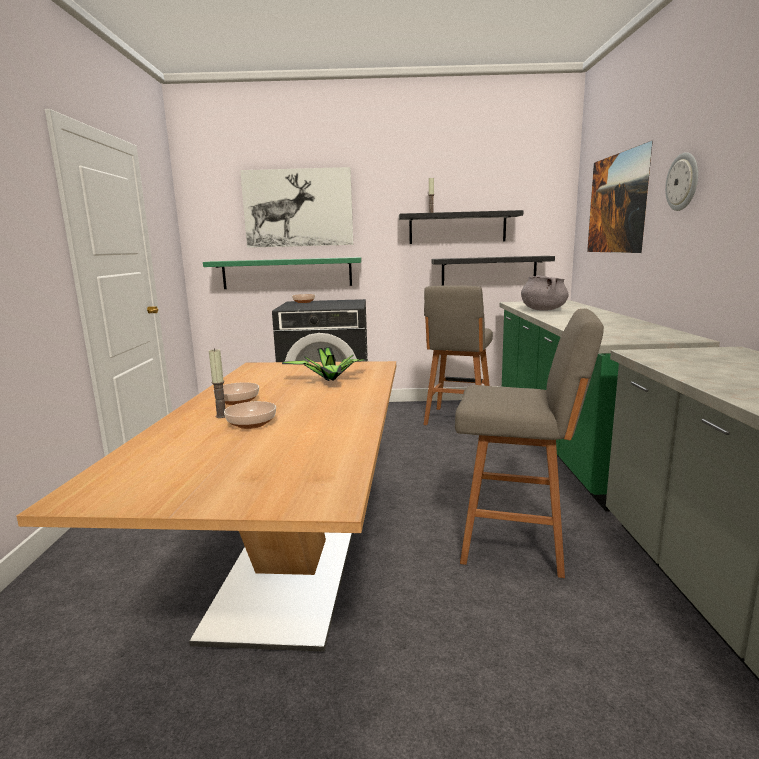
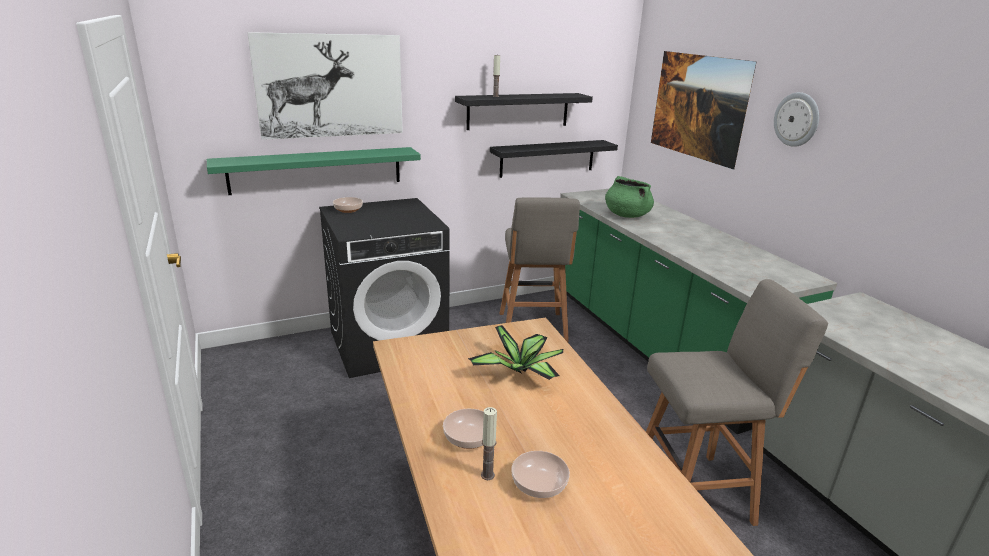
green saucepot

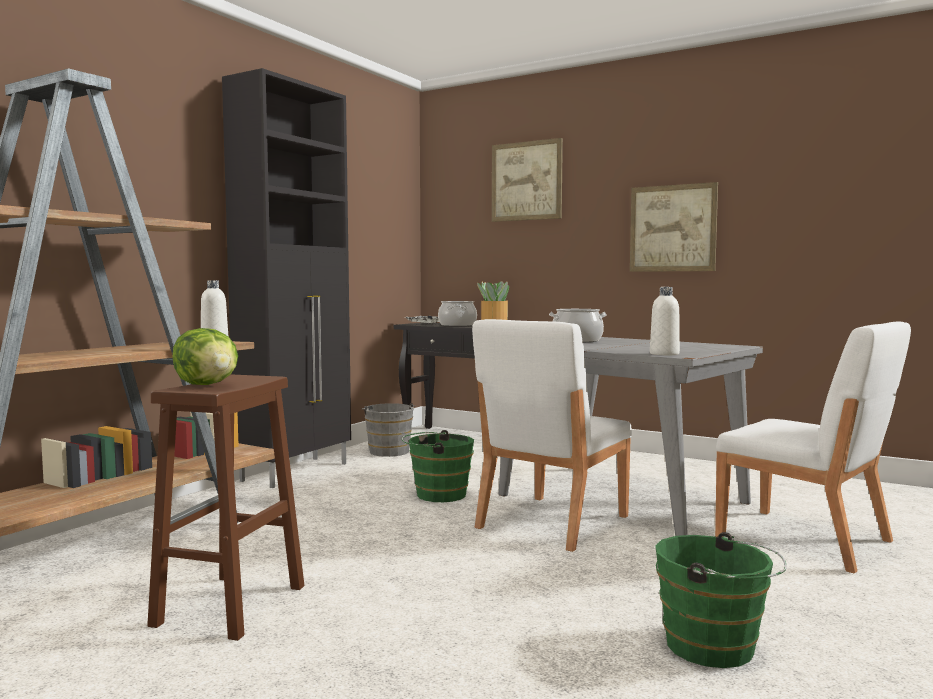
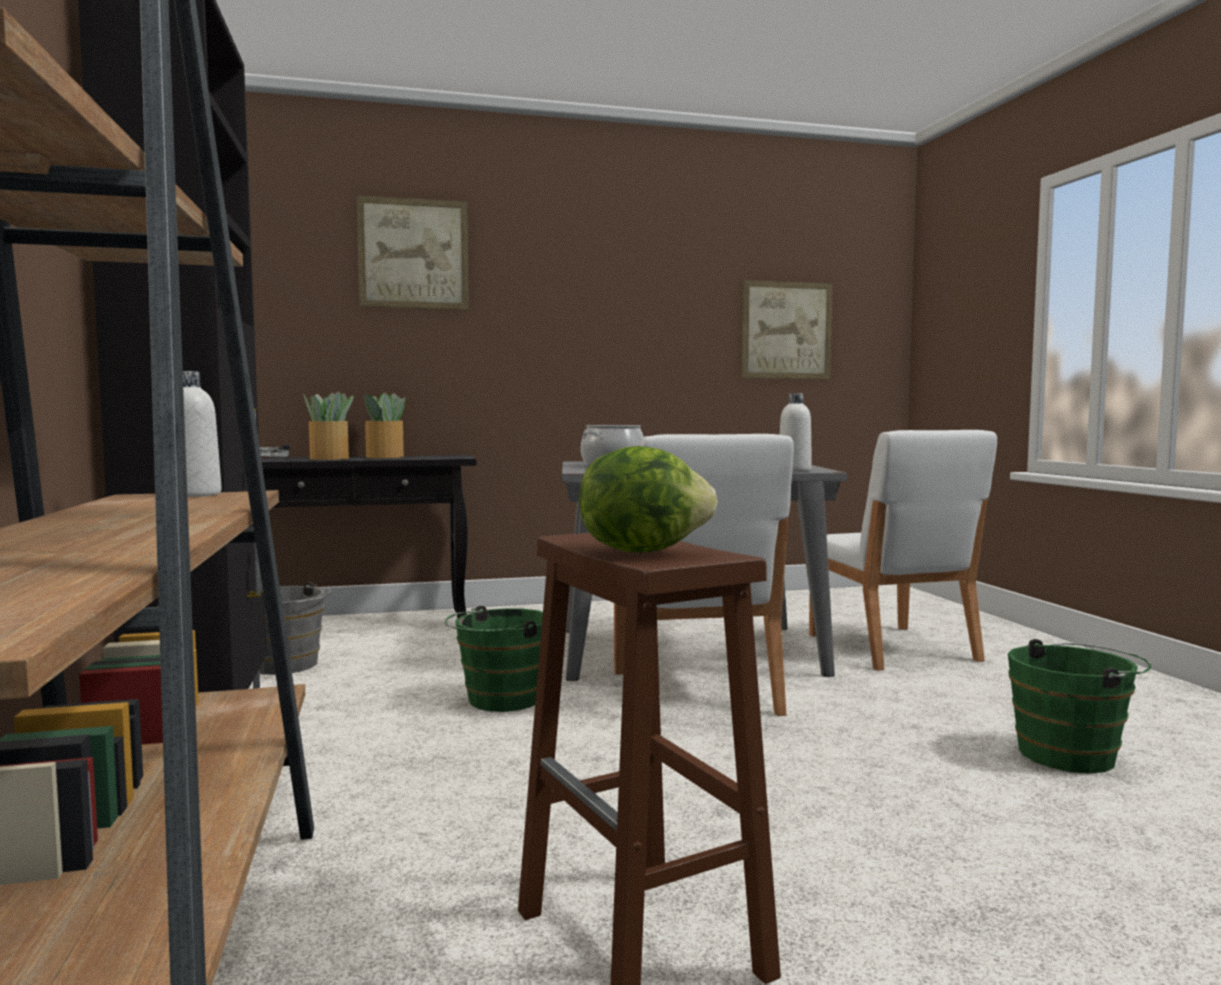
wall art (2nd from left)
plant in a pot (1st from left)
white upright chair (2nd from left)

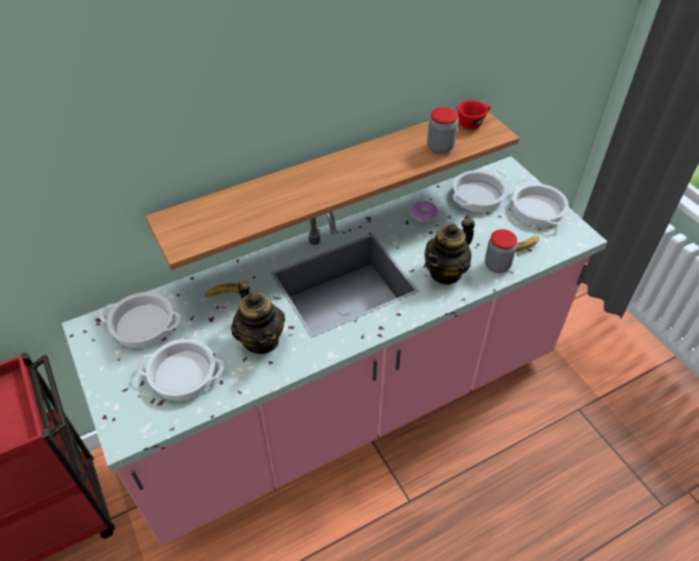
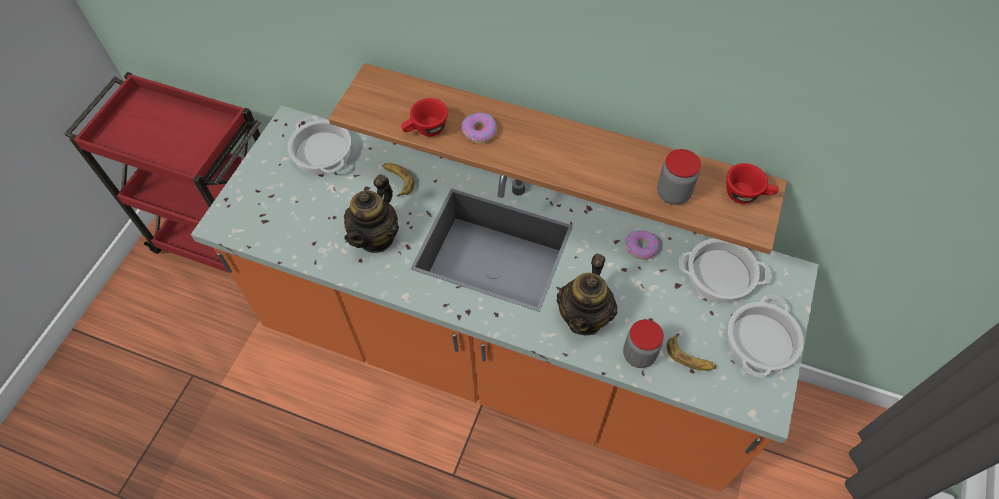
saucepot (2nd from left in the first image)
reddish drinking cup (1st from left)
ring doughnut (1st from left)
orangey counter
teapot (2nd from left)

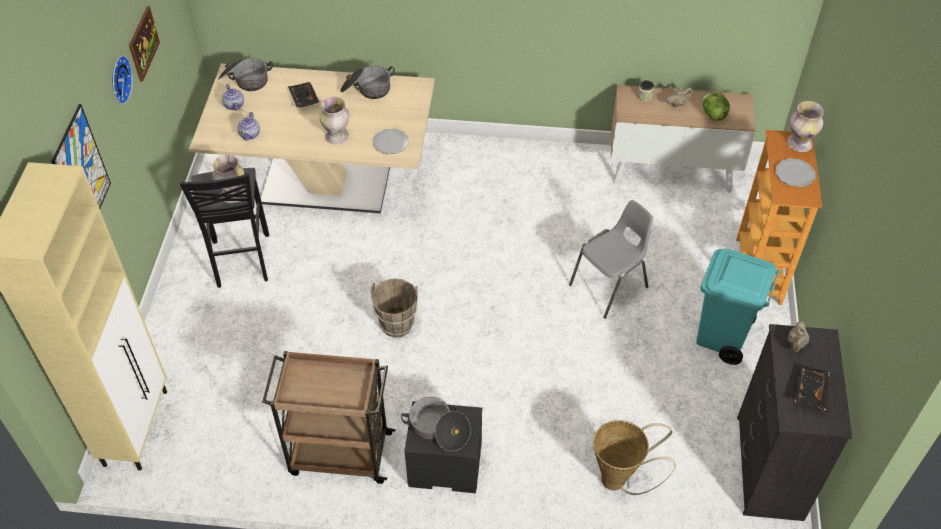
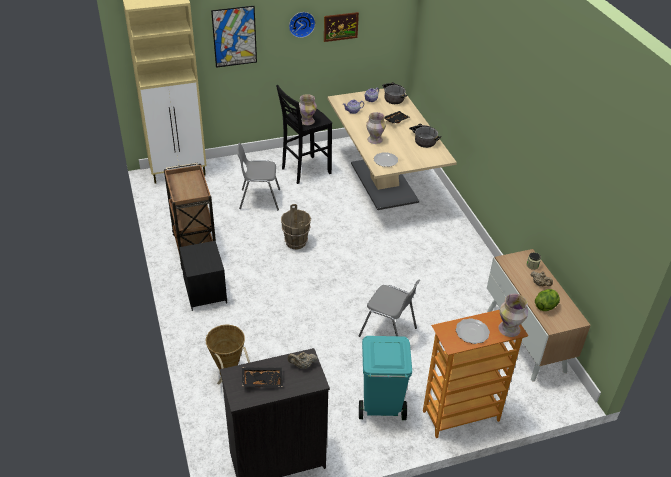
saucepot (3rd from left in the first image)
gray upright chair (1st from left)

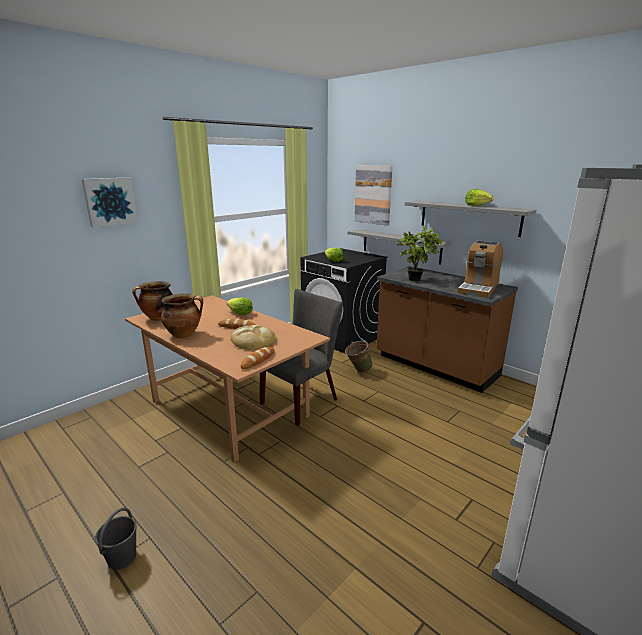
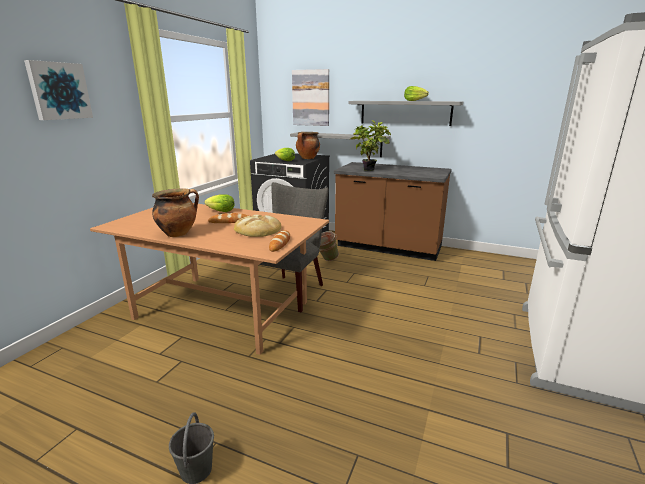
coffee machine
saucepot (2nd from left)

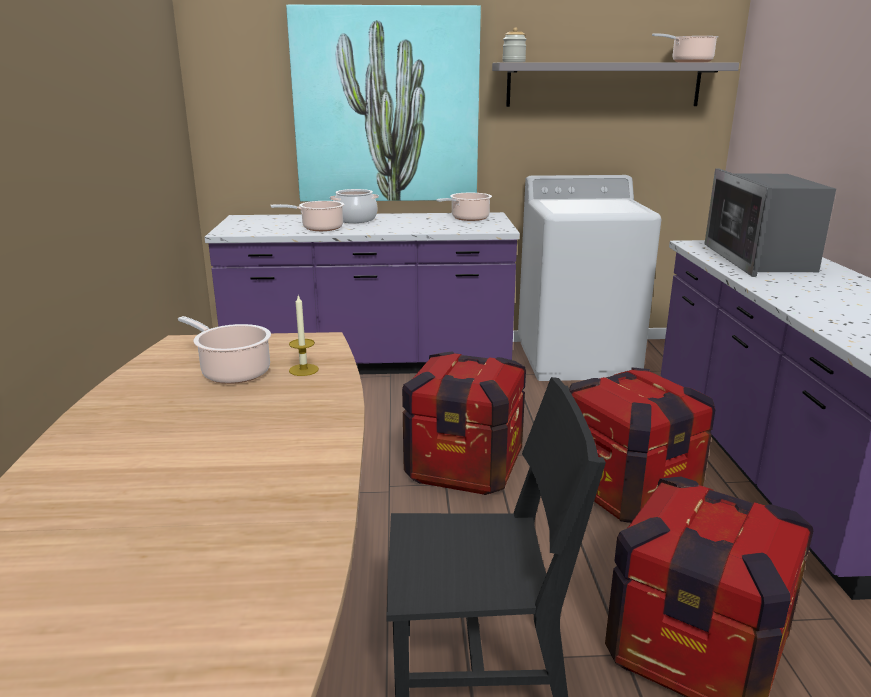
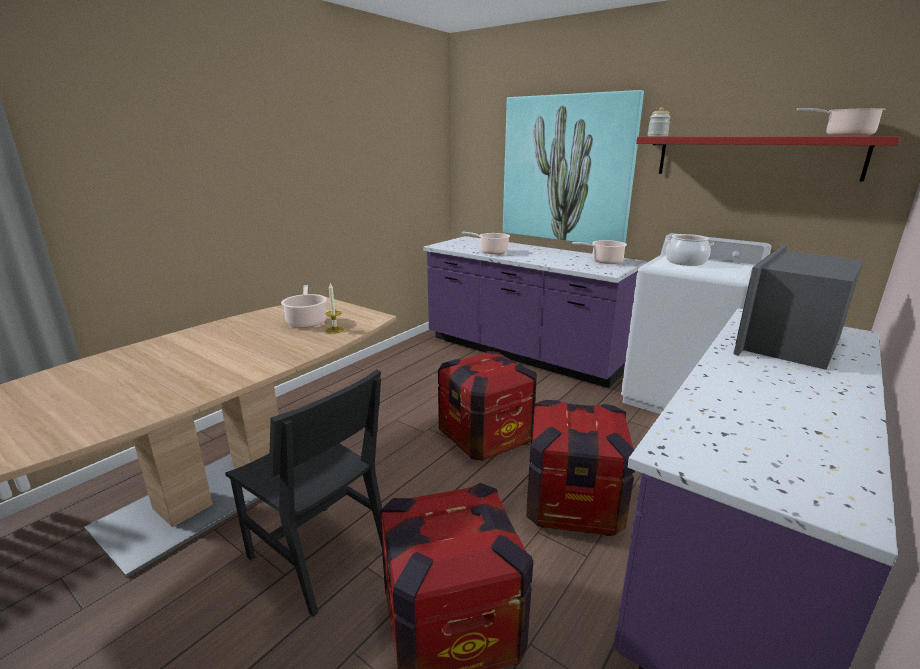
saucepot (4th from left)
reddish shelf

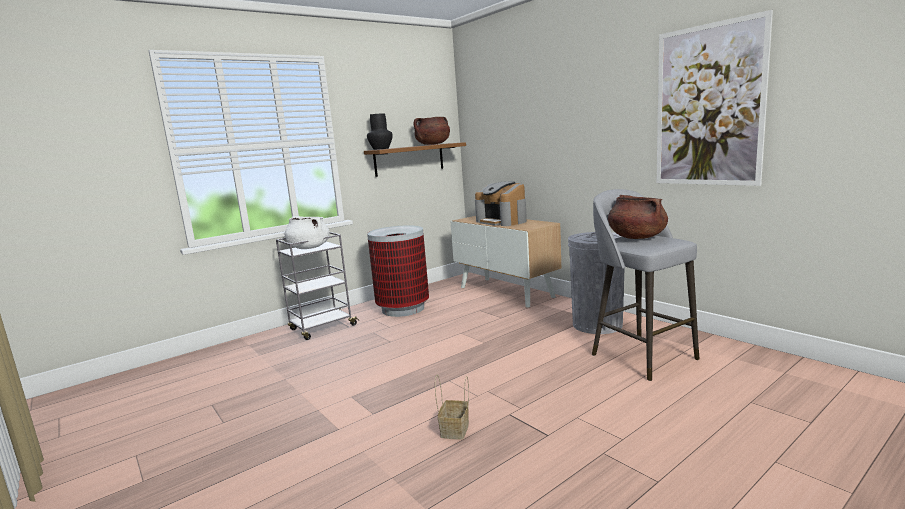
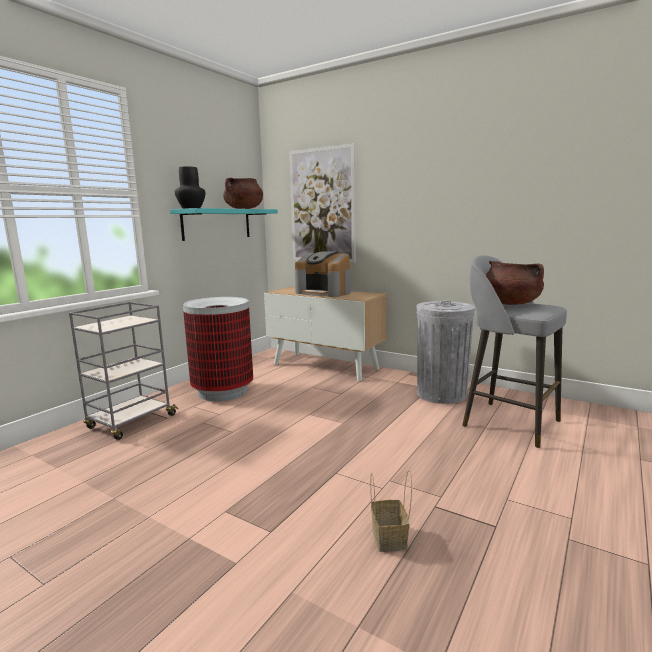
white saucepot
wall art
turquoise shelf

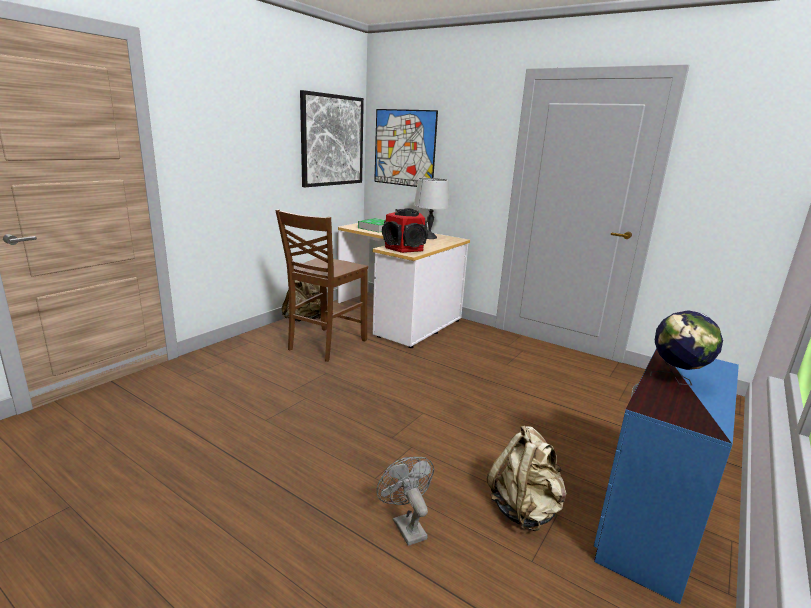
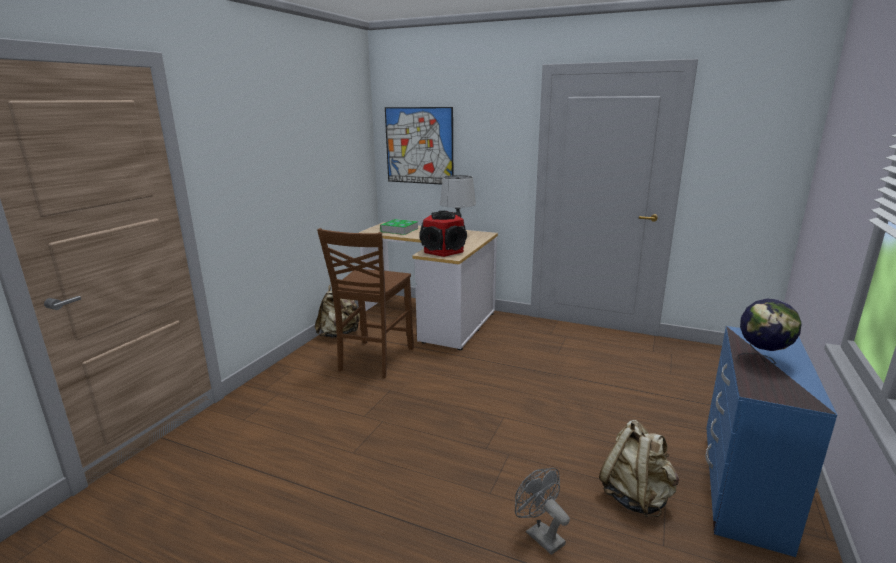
wall art (1st from left in the first image)

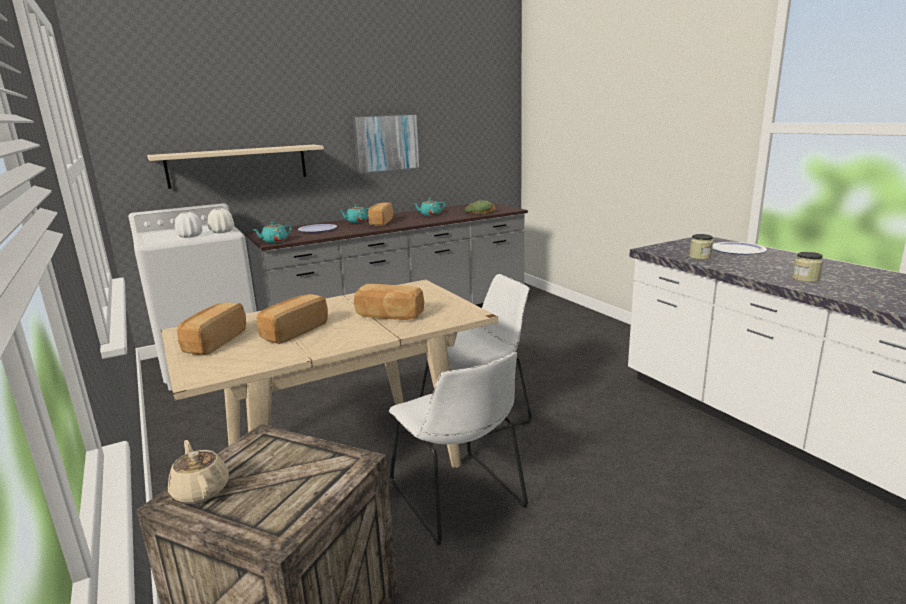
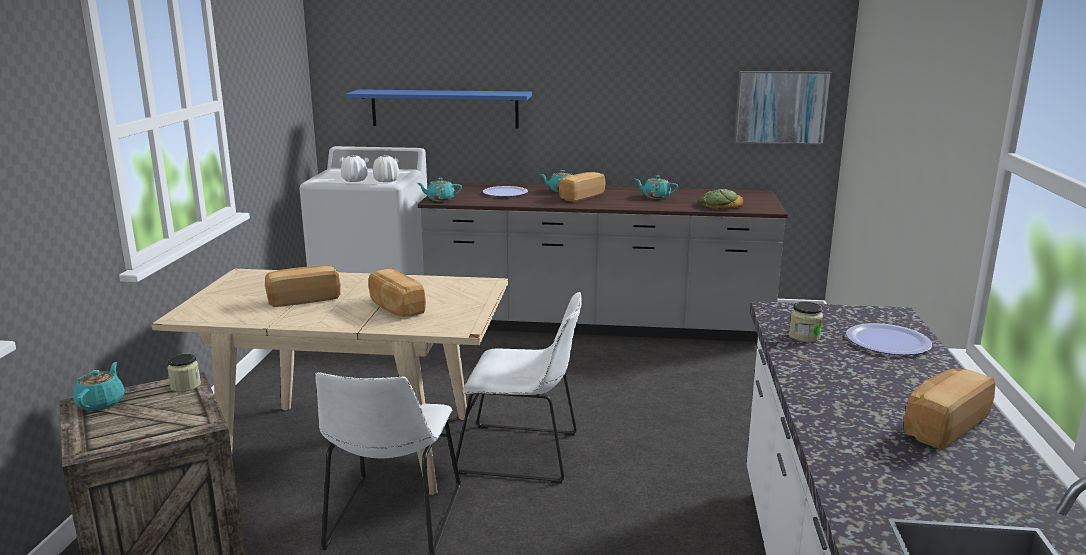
baked bread (5th from left)
wall art
preserve jar (1st from left)
bluish shelf
turquoise teapot (1st from left)

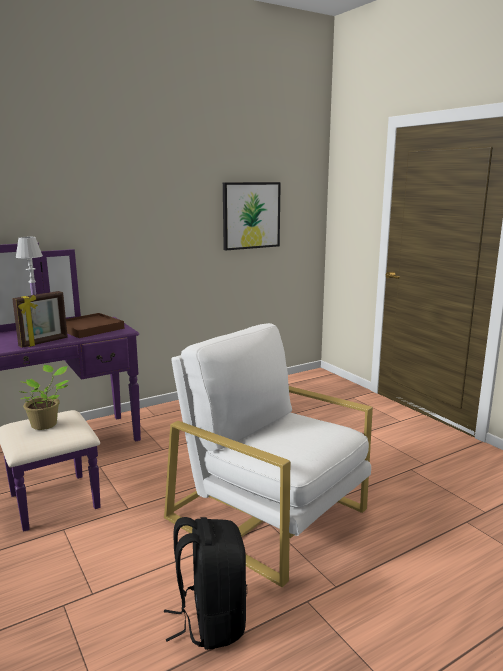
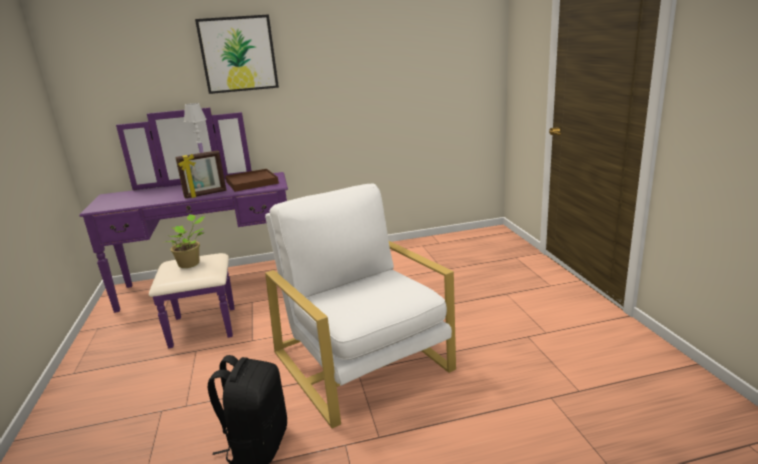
wall art

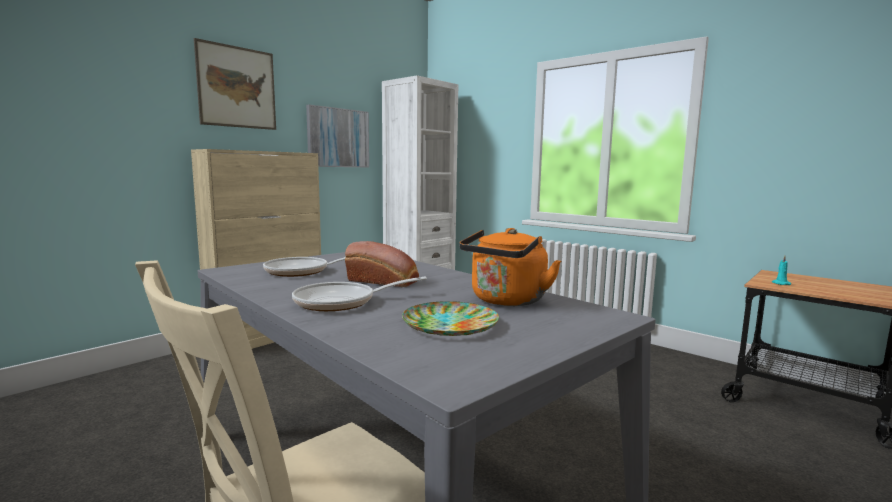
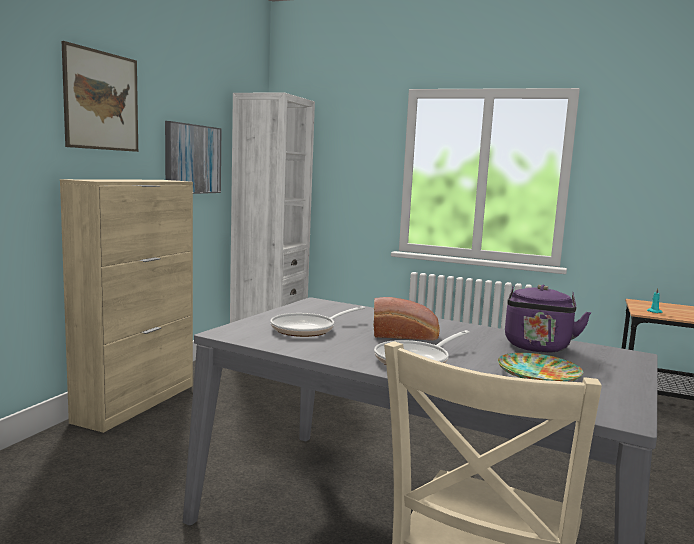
purplish water kettle

